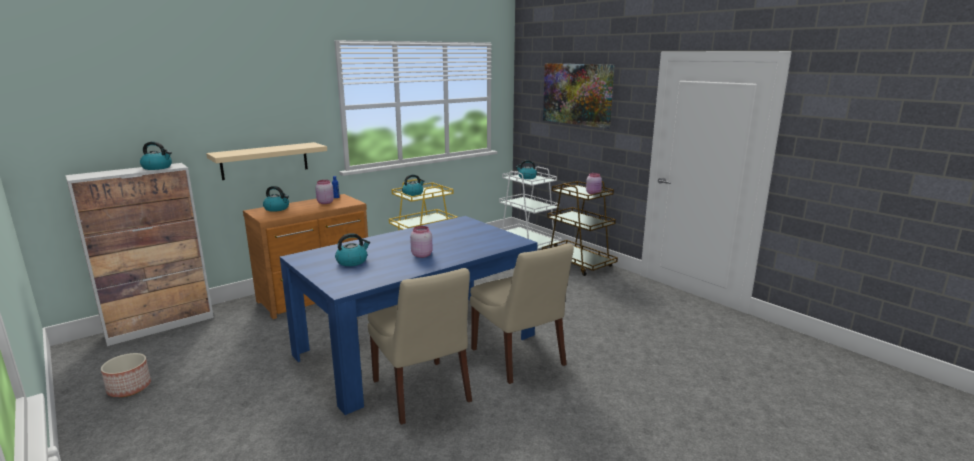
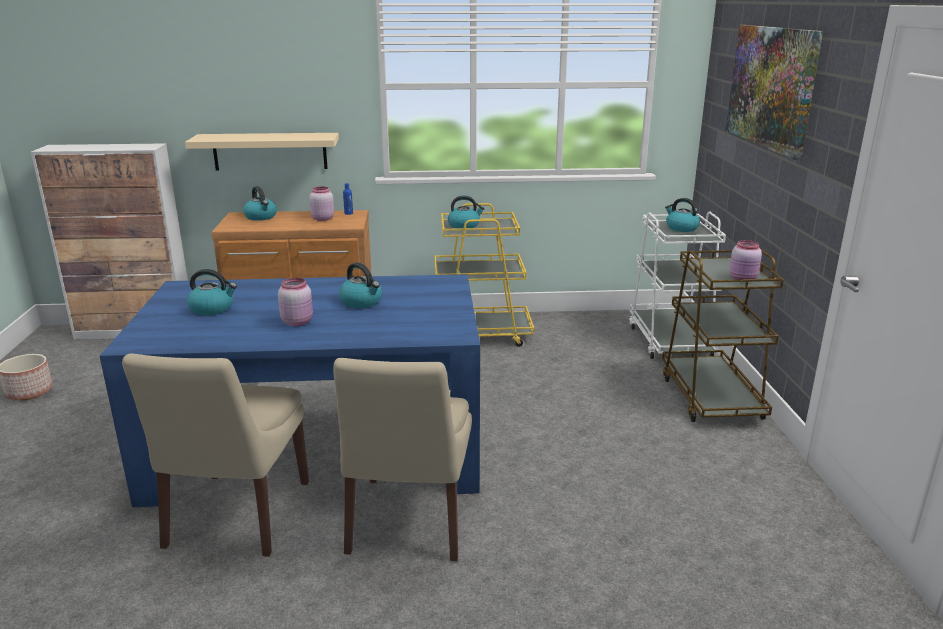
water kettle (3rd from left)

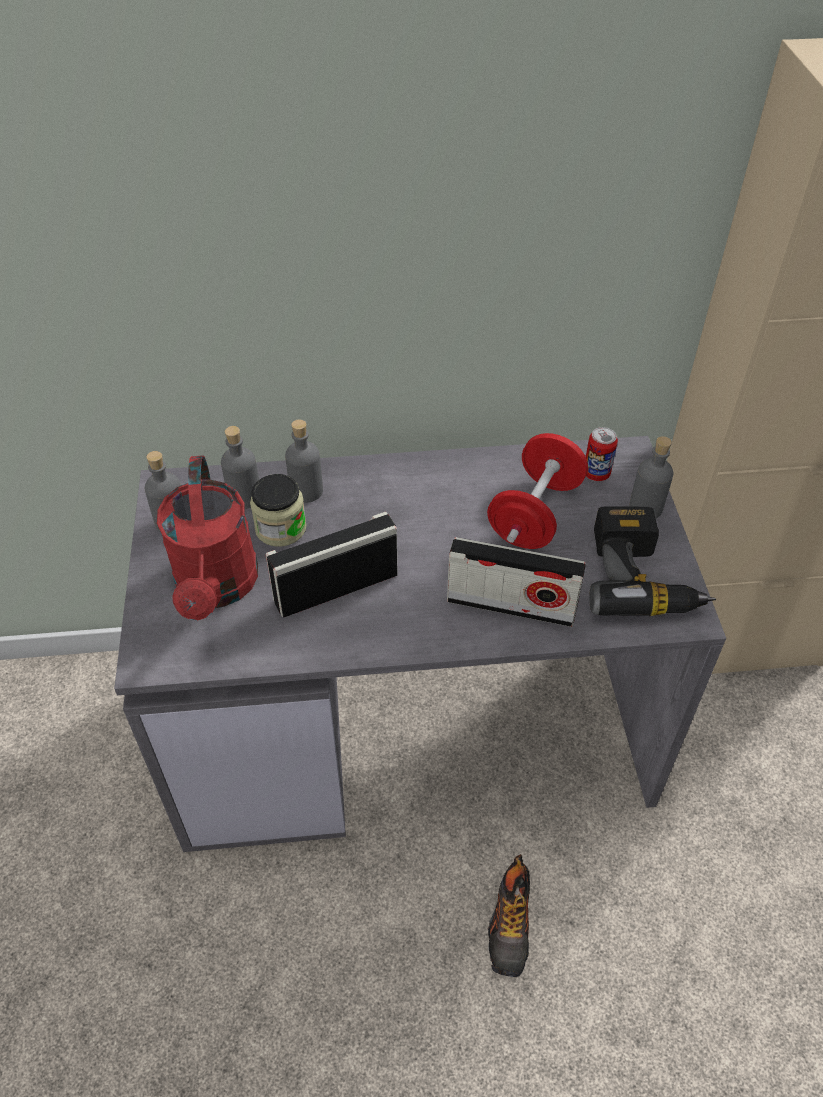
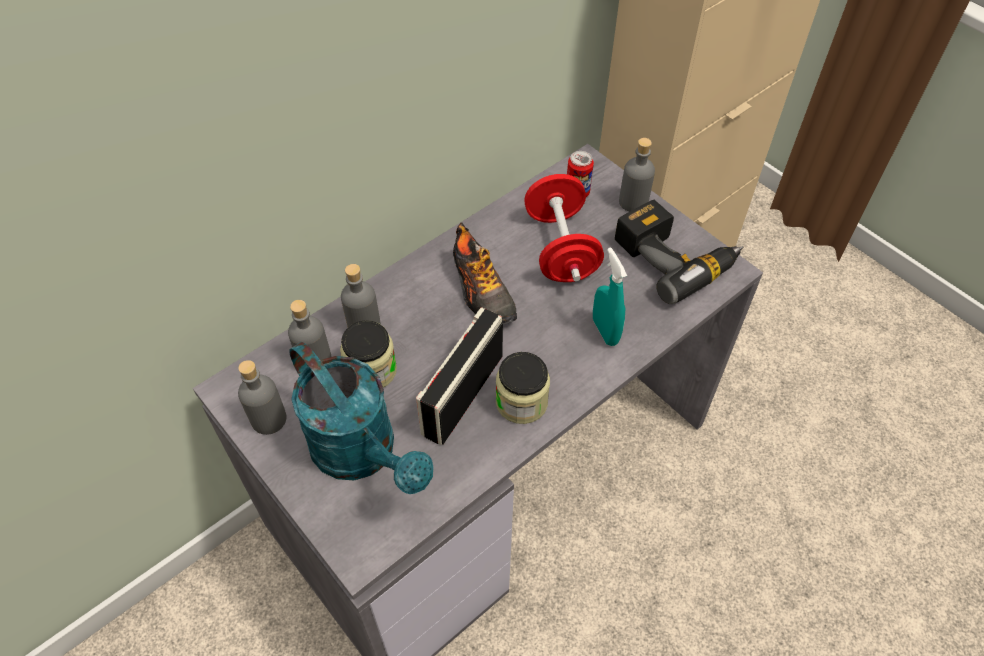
preserve jar (2nd from left)
shoe
turquoise spray bottle
turquoise watering can

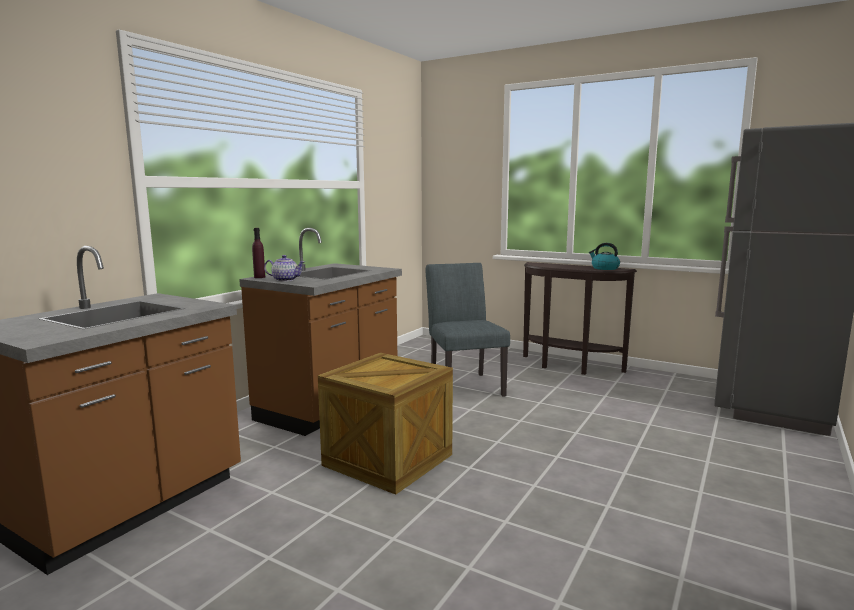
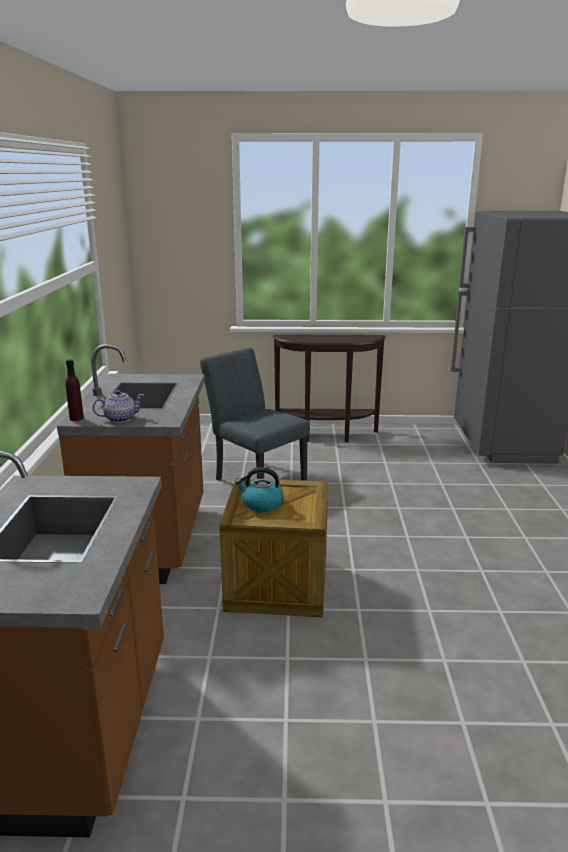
water kettle

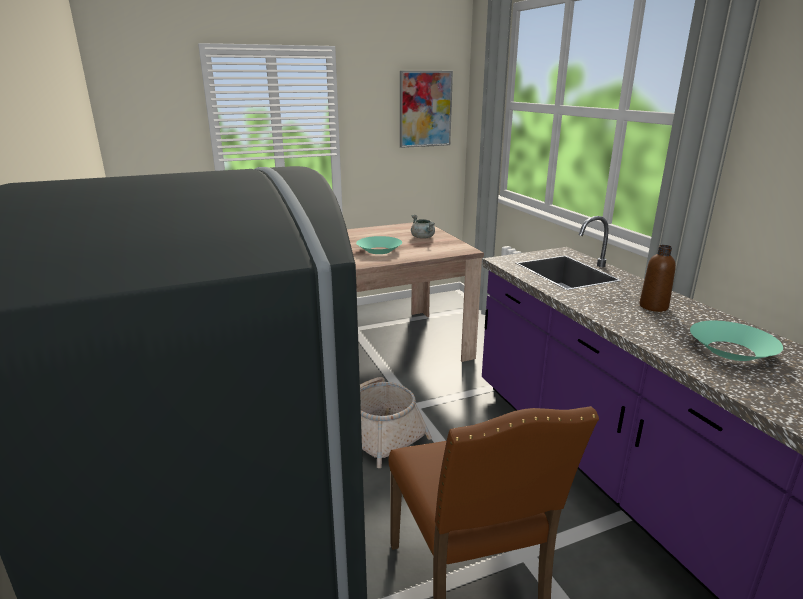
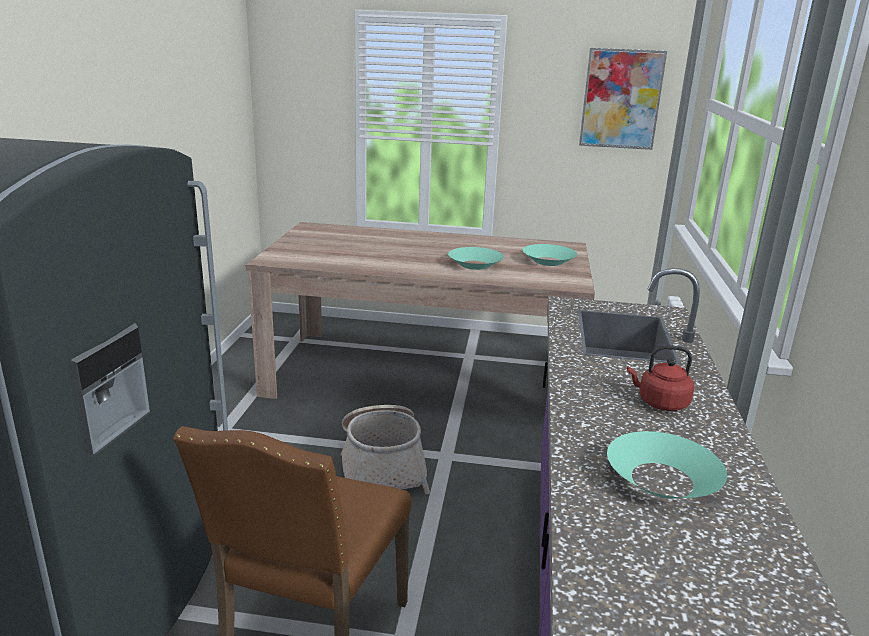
turquoise deep dish (2nd from left)
reddish water kettle

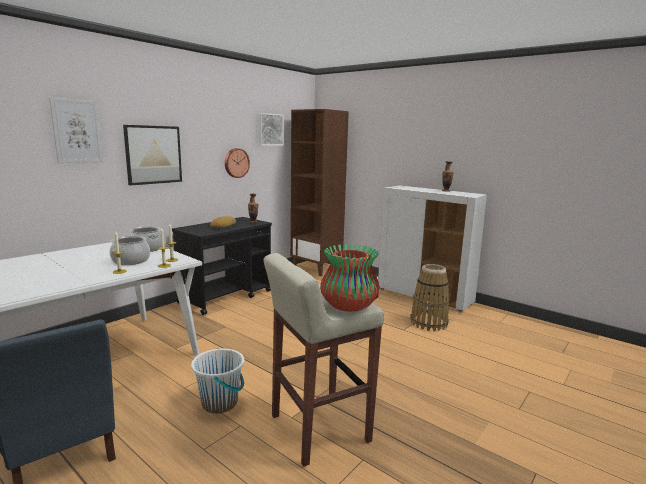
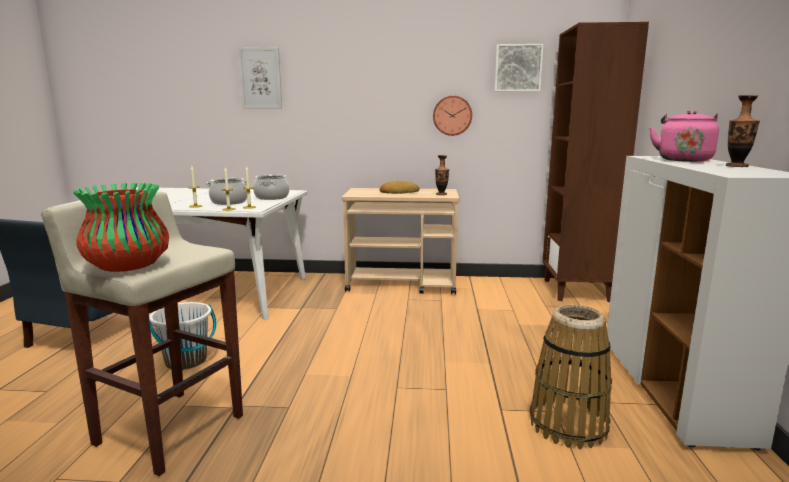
wall art (2nd from left in the first image)
pinkish water kettle
beige-coloured trolley

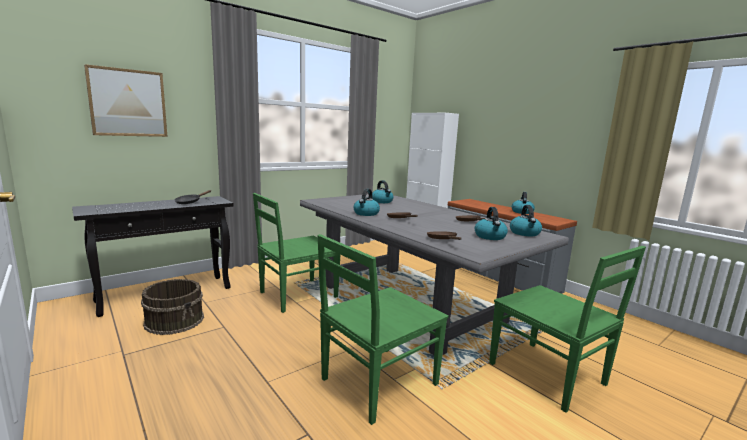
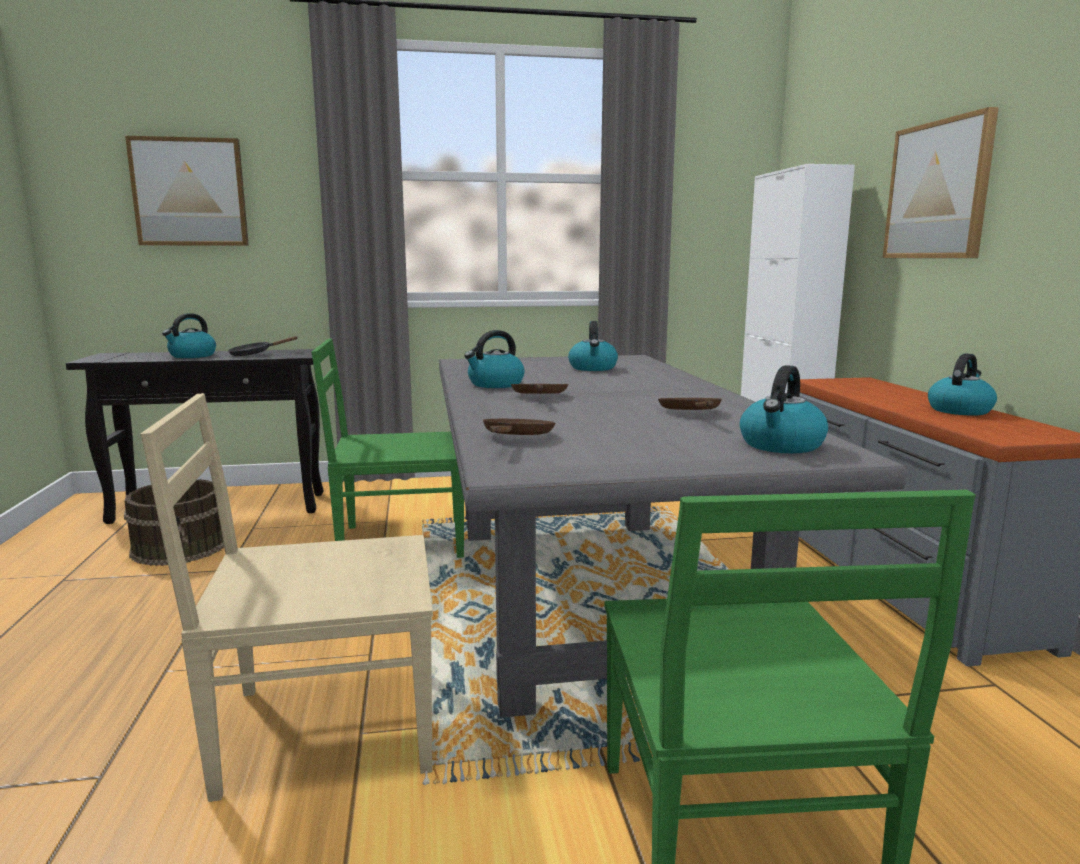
wall art (2nd from left)
water kettle (1st from left)
beige-coloured upright chair

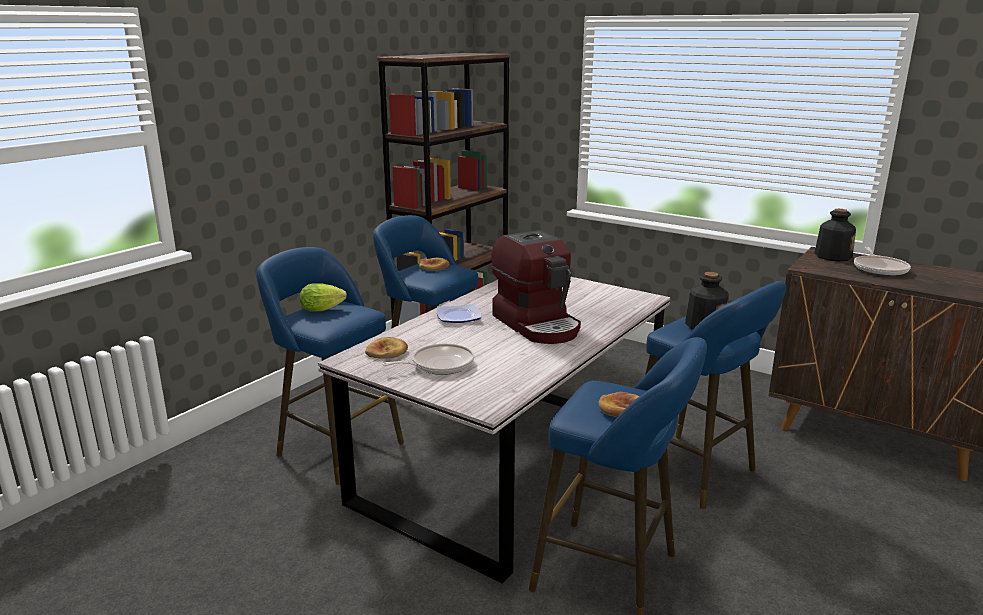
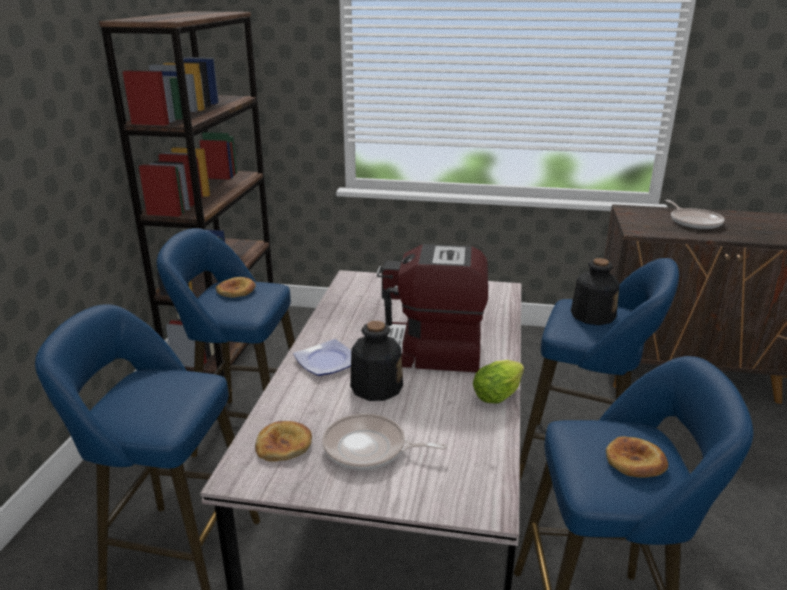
lettuce
drink bottle (1st from left)
frying pan (1st from left)
coffee machine

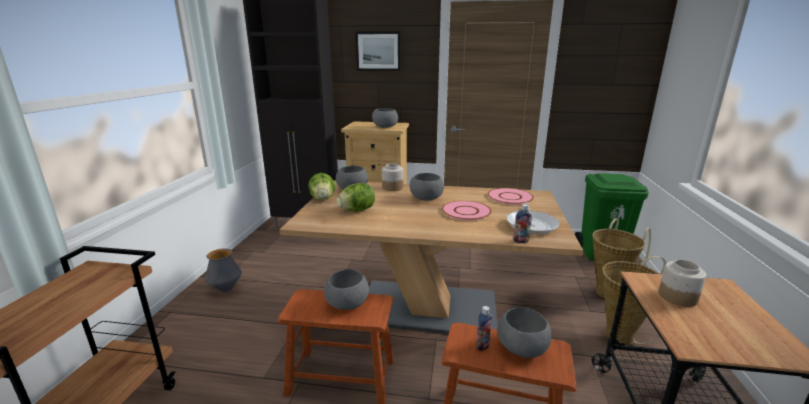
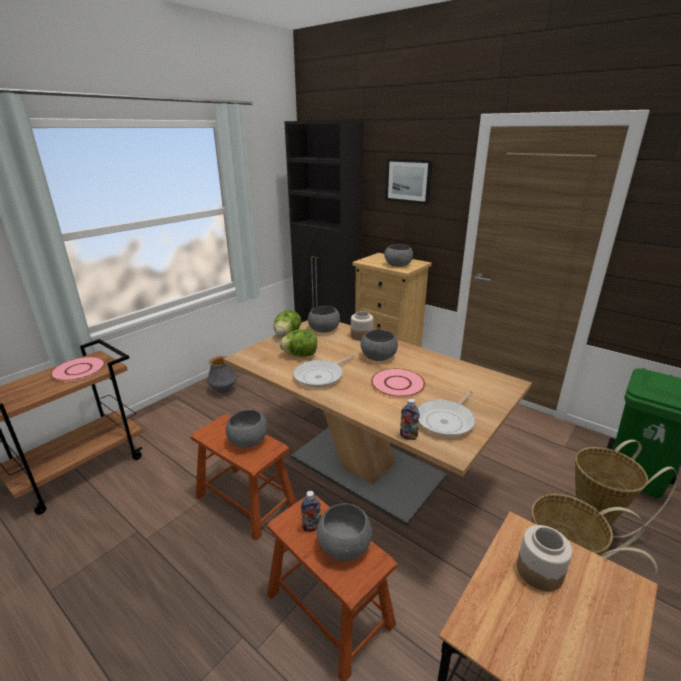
frying pan (1st from left)
pinkish plate (1st from left)

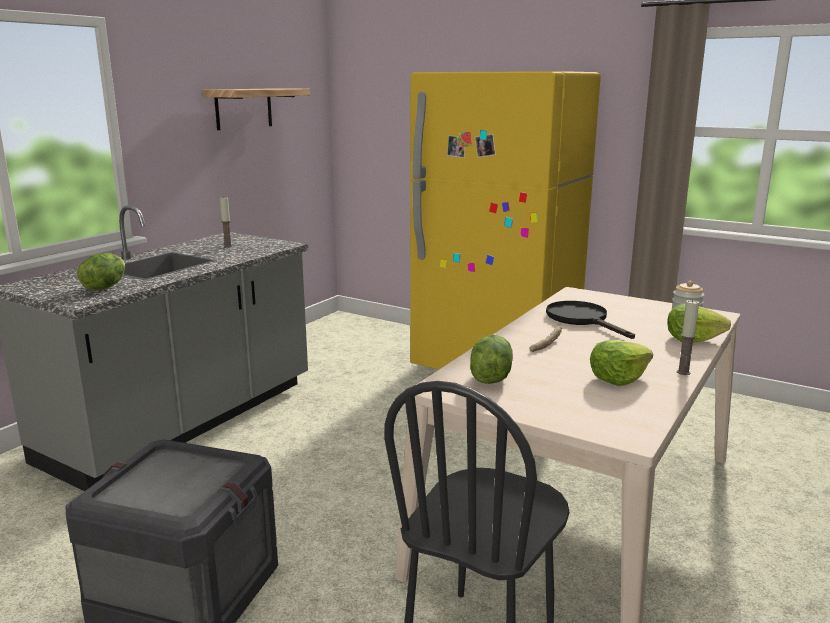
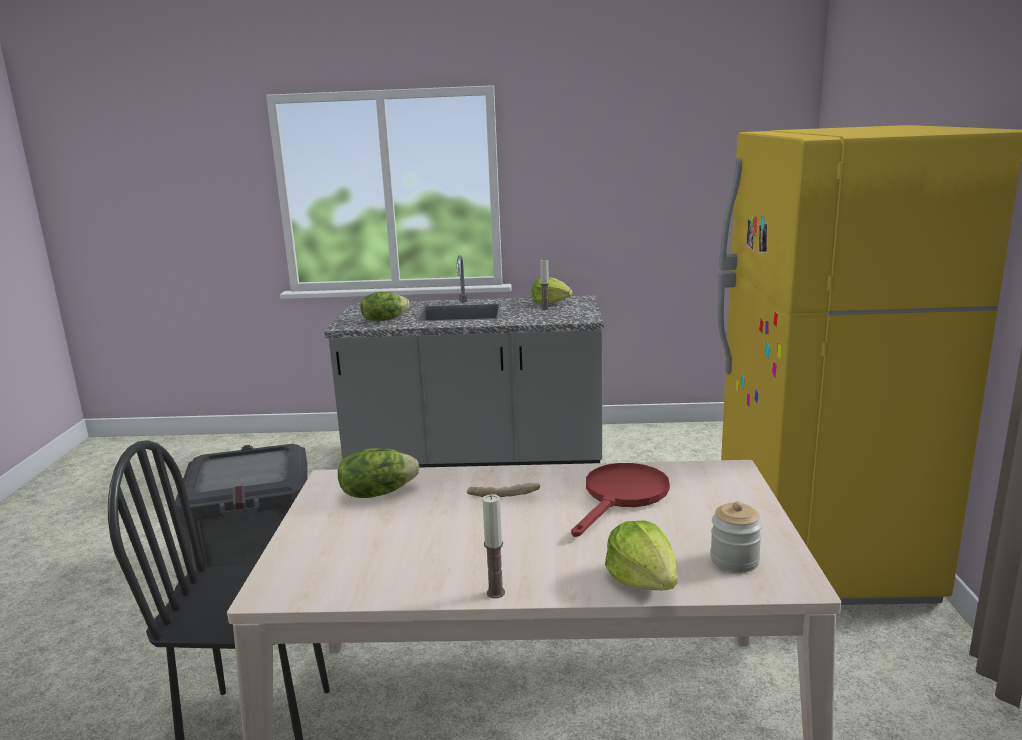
shelf
lettuce (3rd from left)
reddish frying pan

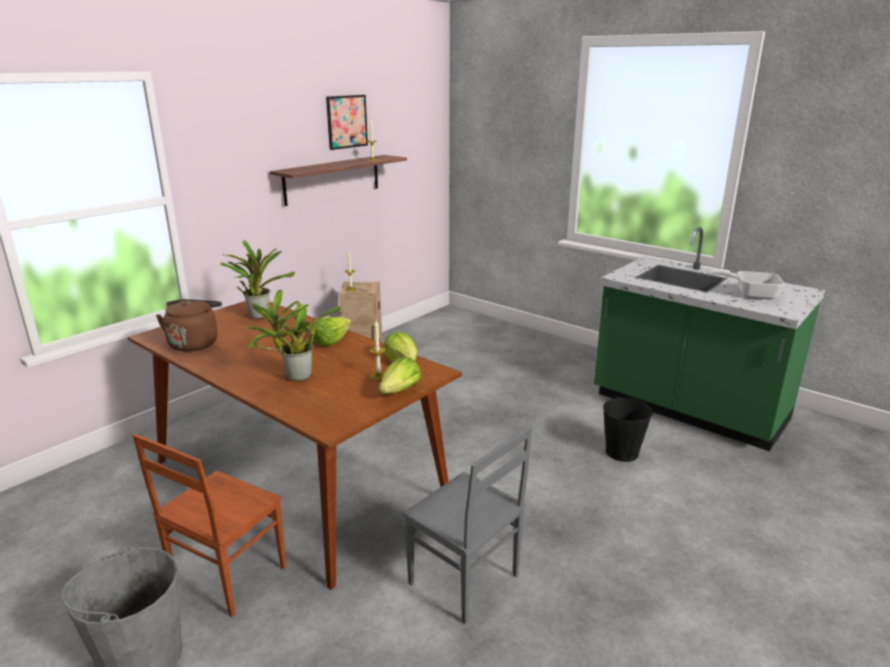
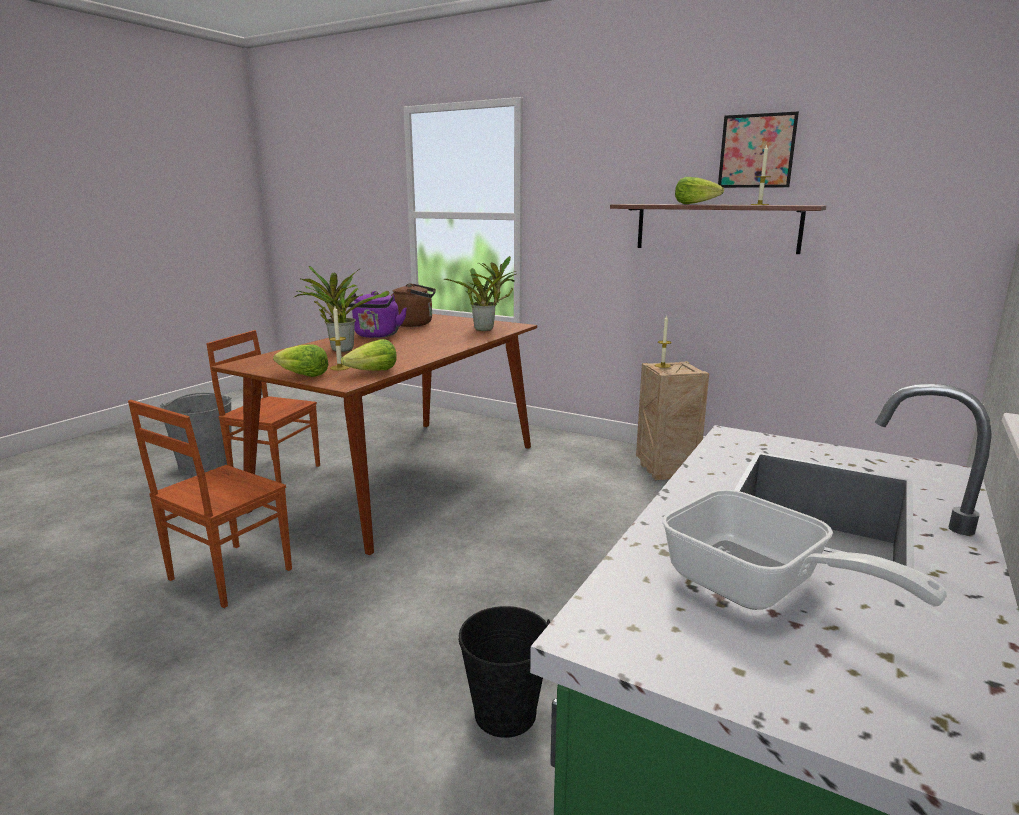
purplish water kettle
lettuce (3rd from left)
brown upright chair (1st from left)
frying pan

